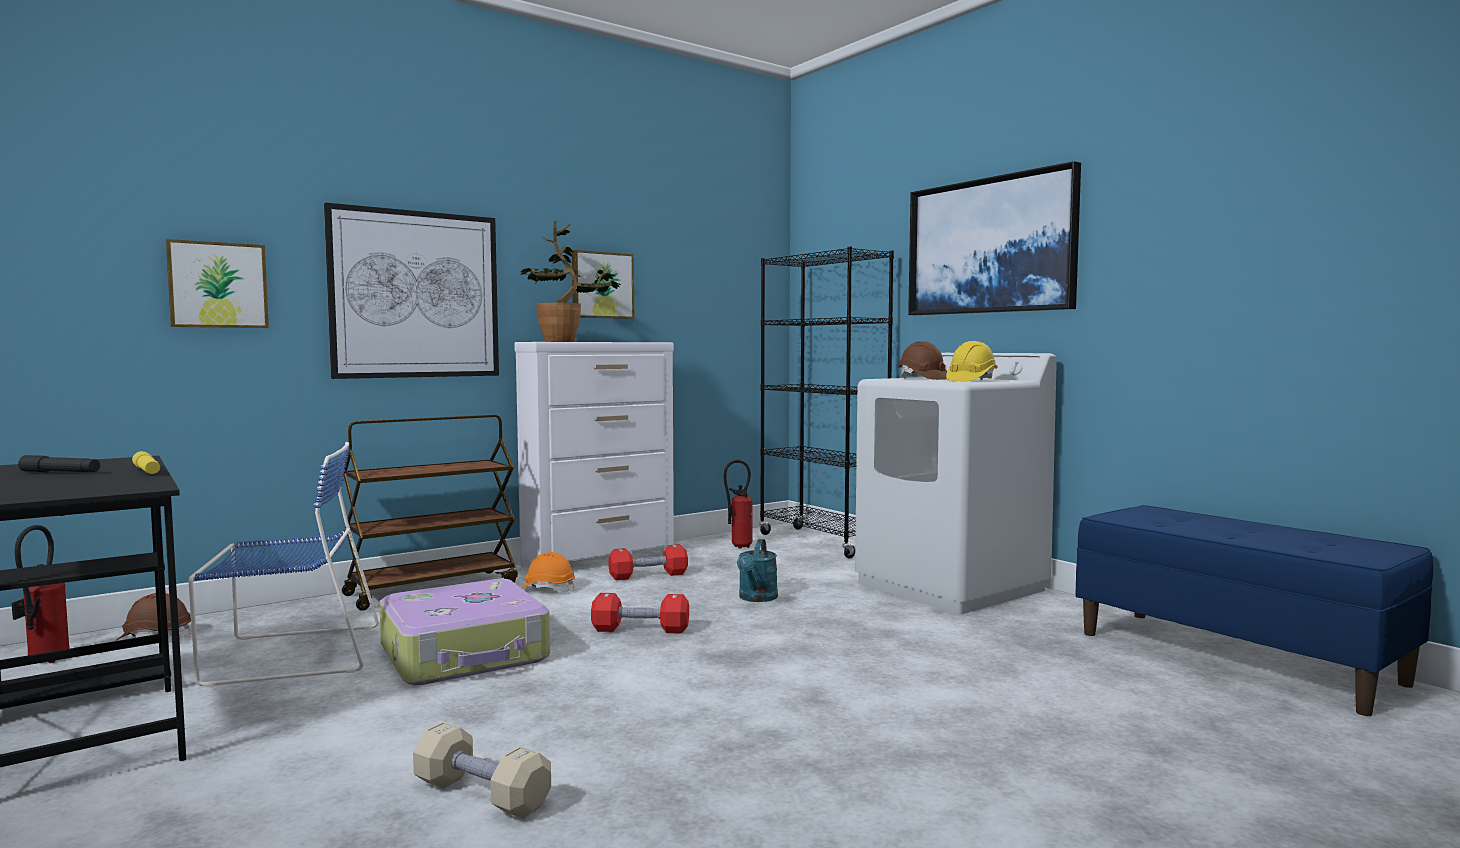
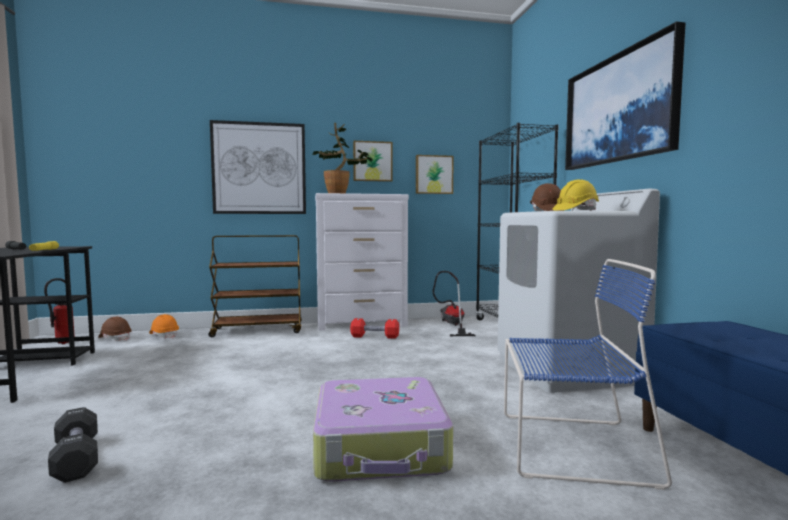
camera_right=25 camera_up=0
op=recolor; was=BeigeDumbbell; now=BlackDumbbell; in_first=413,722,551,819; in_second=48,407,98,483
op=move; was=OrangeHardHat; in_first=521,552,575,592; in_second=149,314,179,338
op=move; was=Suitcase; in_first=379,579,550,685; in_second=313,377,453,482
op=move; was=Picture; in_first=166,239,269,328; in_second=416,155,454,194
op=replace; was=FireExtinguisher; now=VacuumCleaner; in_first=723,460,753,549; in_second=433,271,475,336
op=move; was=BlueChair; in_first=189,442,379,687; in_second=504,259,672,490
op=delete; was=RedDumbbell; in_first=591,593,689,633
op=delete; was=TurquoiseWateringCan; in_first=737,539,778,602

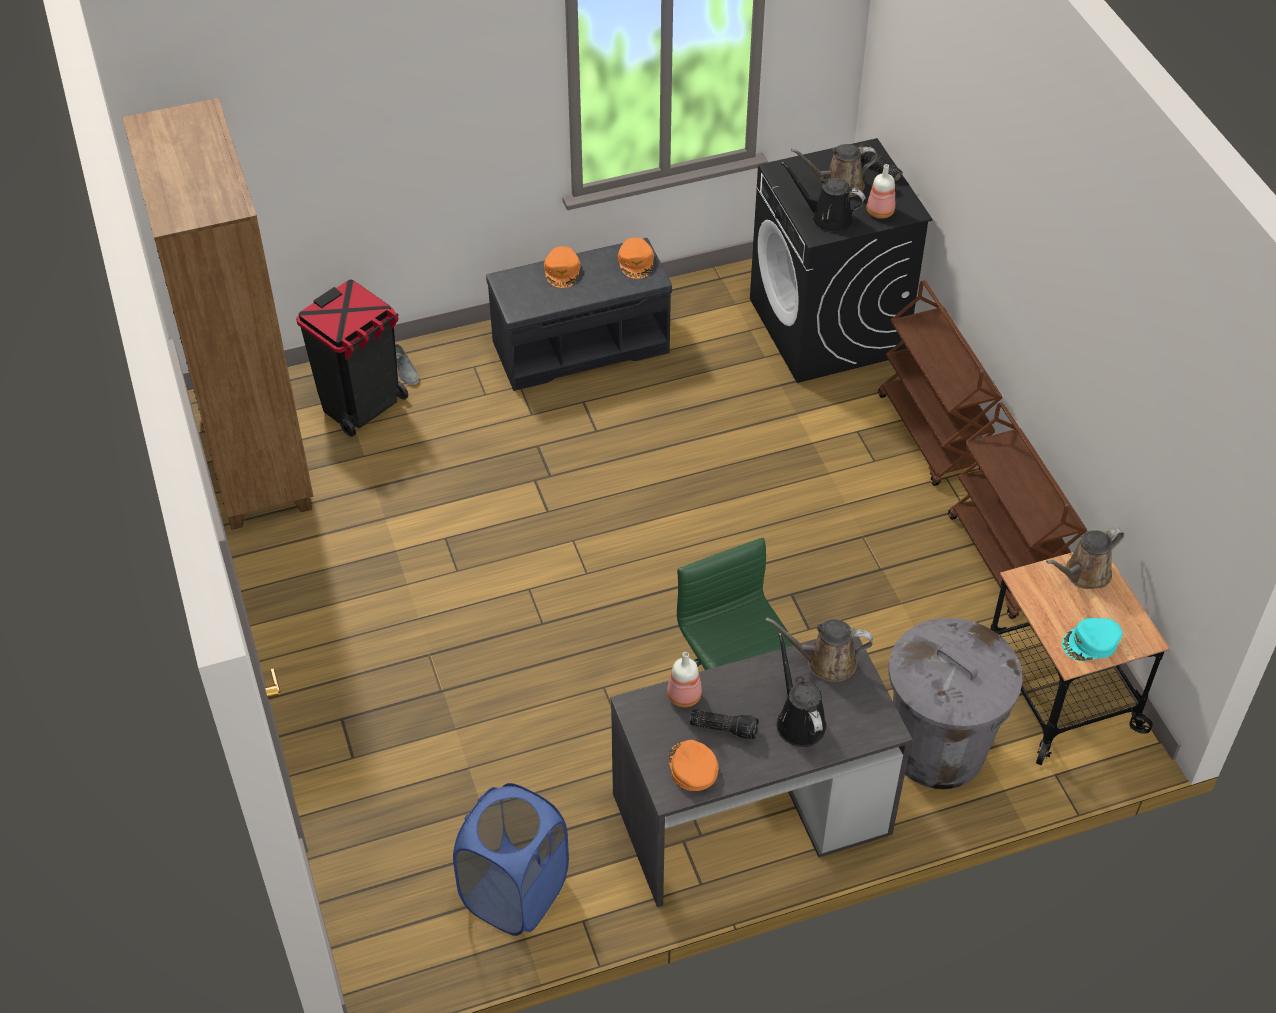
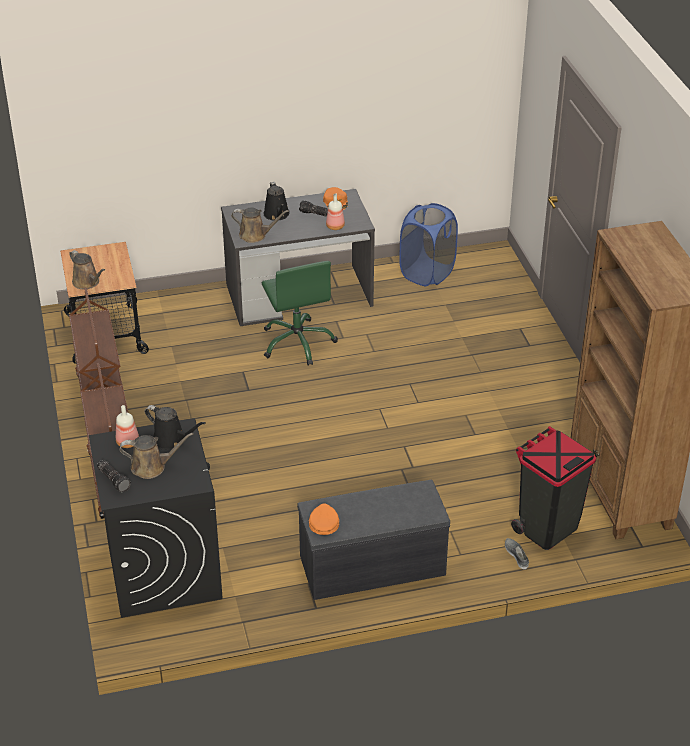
camera_right=-175 camera_up=-10
op=rotate; was=BrownWateringCan; in_first=1046,527,1124,589; in_second=69,250,105,289; clockwise=75
op=delete; was=OrangeCap; in_first=544,246,580,288
op=delete; was=GreyTrashCan; in_first=889,618,1022,789
op=delete; was=TurquoiseCap; in_first=1062,618,1123,661

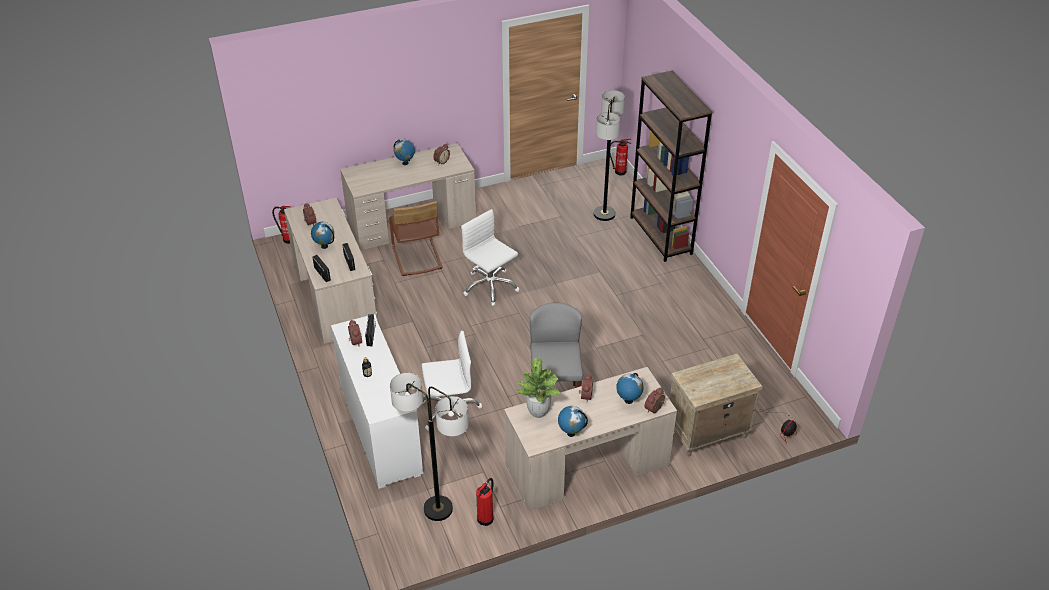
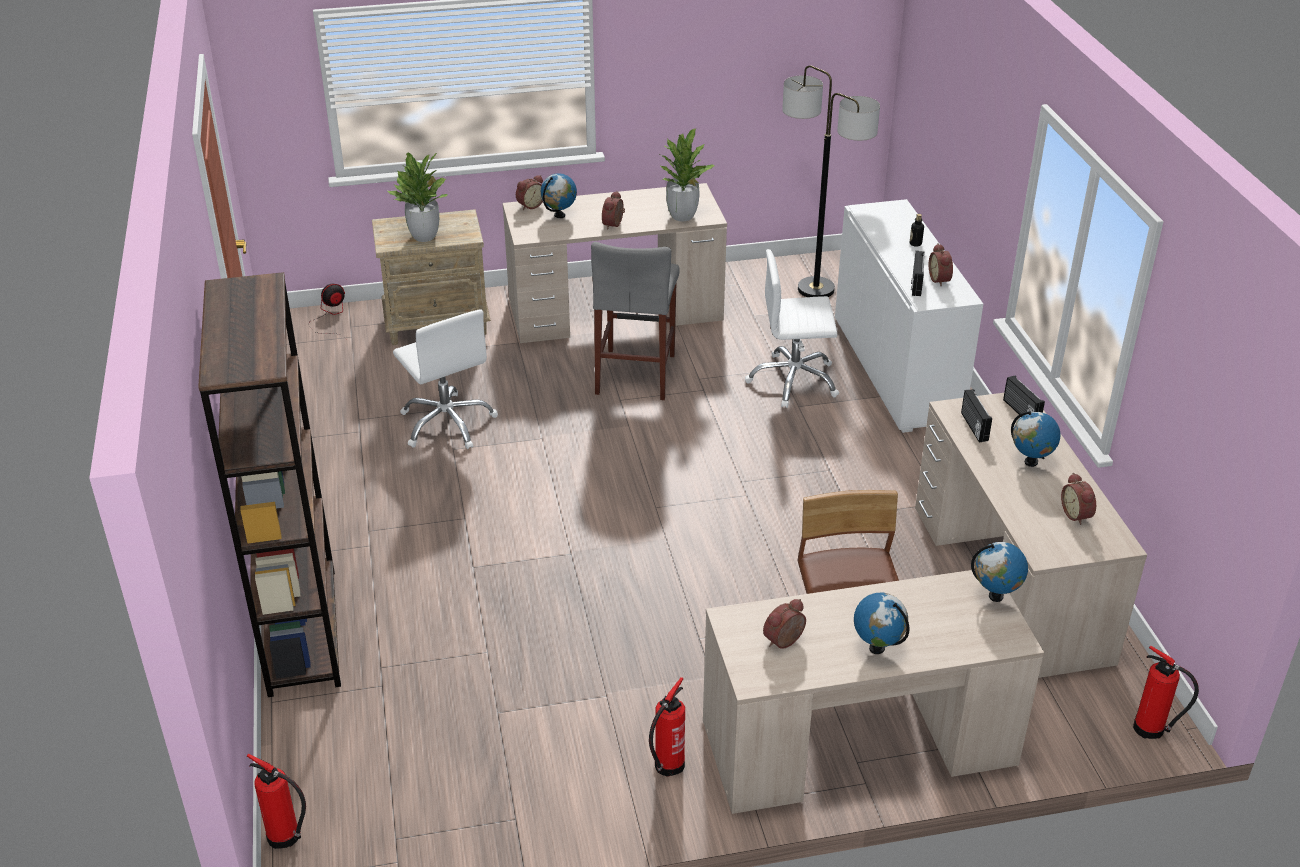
camera_right=-170 camera_up=-5
op=insert; now=PottedPlant; in_second=387,153,448,242
op=move; was=WhiteOfficeChair; in_first=461,209,519,306; in_second=393,309,498,449
op=move; was=FireExtinguisher; in_first=476,478,493,526; in_second=649,677,685,777
op=move; was=Globe; in_first=558,406,588,437; in_second=971,542,1028,602
op=delete; was=FloorLamp; in_first=594,90,625,221

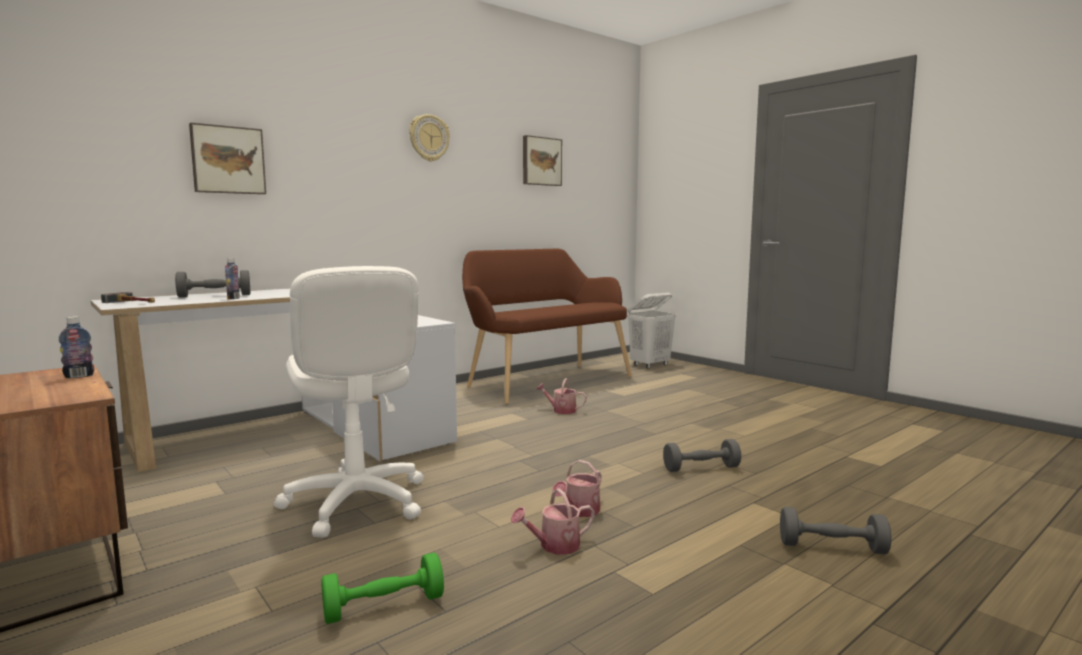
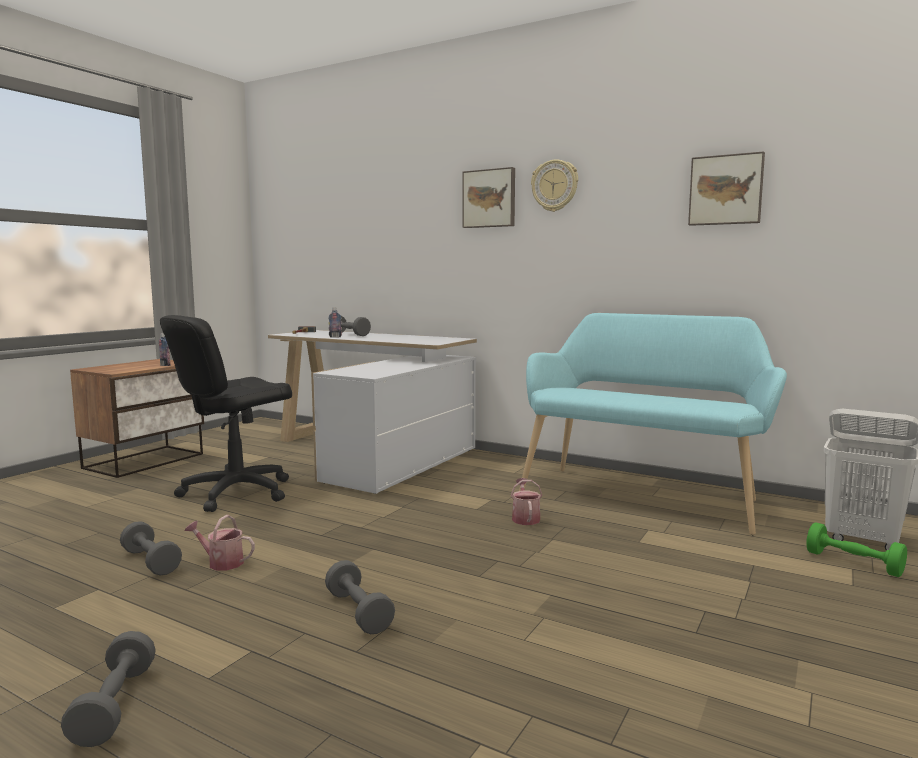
camera_right=70 camera_up=0
op=replace; was=WateringCan; now=GreyDumbbell; in_first=511,488,595,555; in_second=120,521,182,575
op=recolor; was=WhiteOfficeChair; now=BlackOfficeChair; in_first=274,266,424,537; in_second=160,315,292,512
op=move; was=Picture; in_first=189,123,266,194; in_second=463,167,515,228
op=recolor; was=BrownBench; now=TurquoiseBench; in_first=462,249,632,404; in_second=519,313,787,535
op=move; was=GreenDumbbell; in_first=321,552,444,624; in_second=806,522,907,577

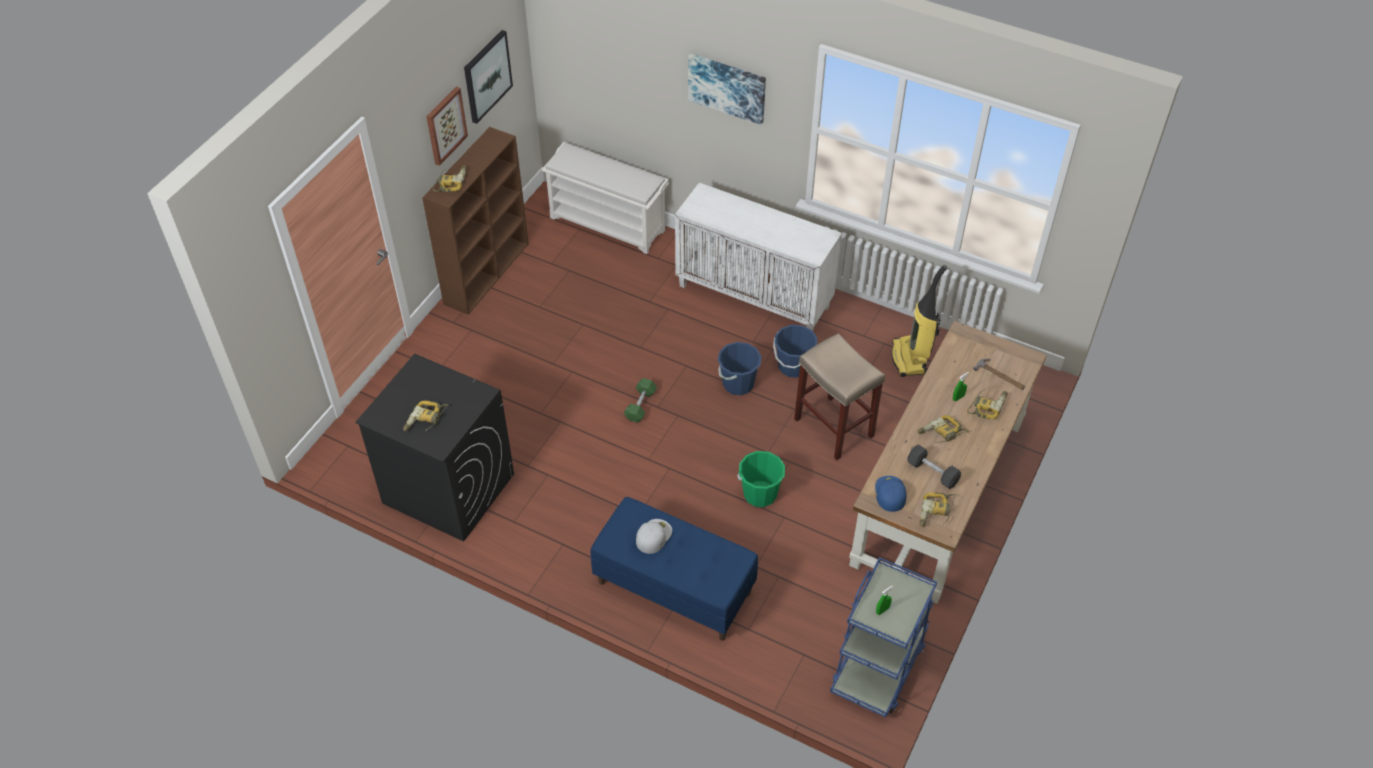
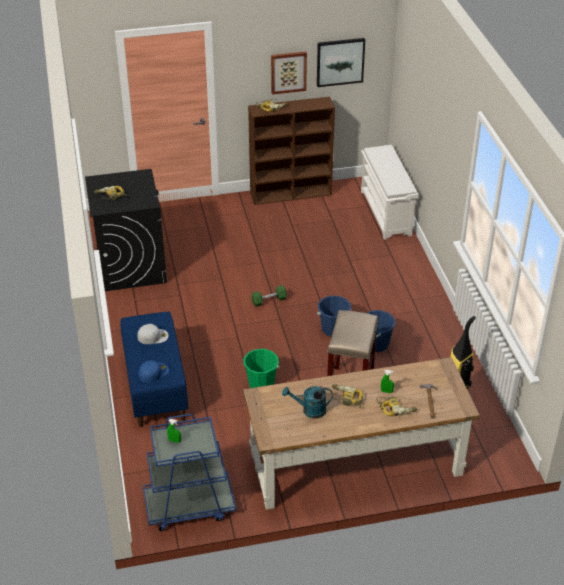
camera_right=50 camera_up=-10
op=move; was=BlueCap; in_first=875,476,907,512; in_second=139,360,169,383
op=replace; was=BlackDumbbell; now=TurquoiseWateringCan; in_first=907,444,961,489; in_second=282,386,333,418
op=delete; was=WhiteCabinet; in_first=675,182,842,331
op=delete; was=Picture; in_first=688,53,766,125
op=delete; was=PowerDrill; in_first=919,492,956,527

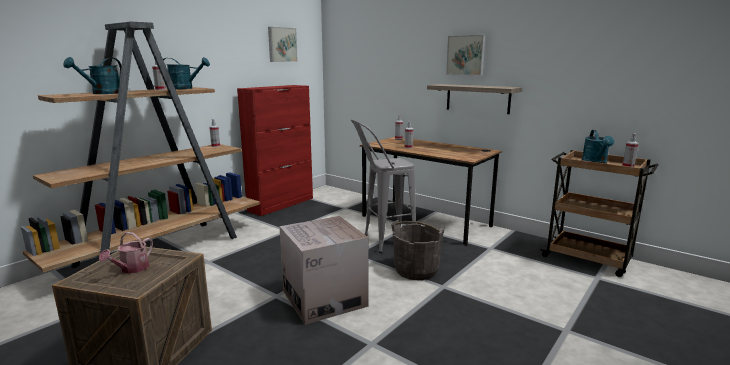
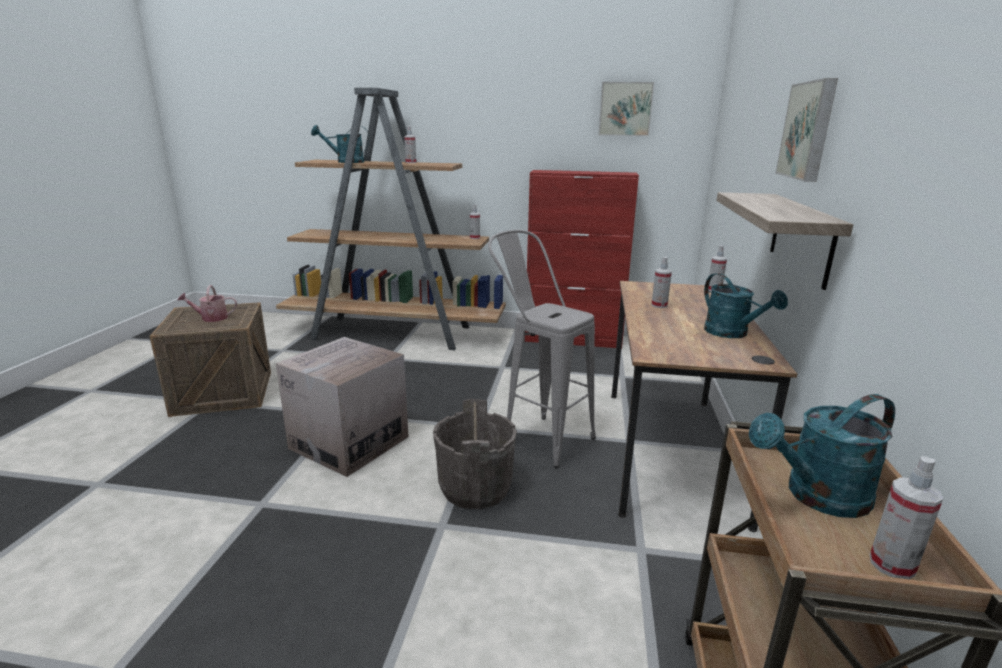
camera_right=60 camera_up=5
op=move; was=TurquoiseWateringCan; in_first=163,57,210,89; in_second=704,273,788,338

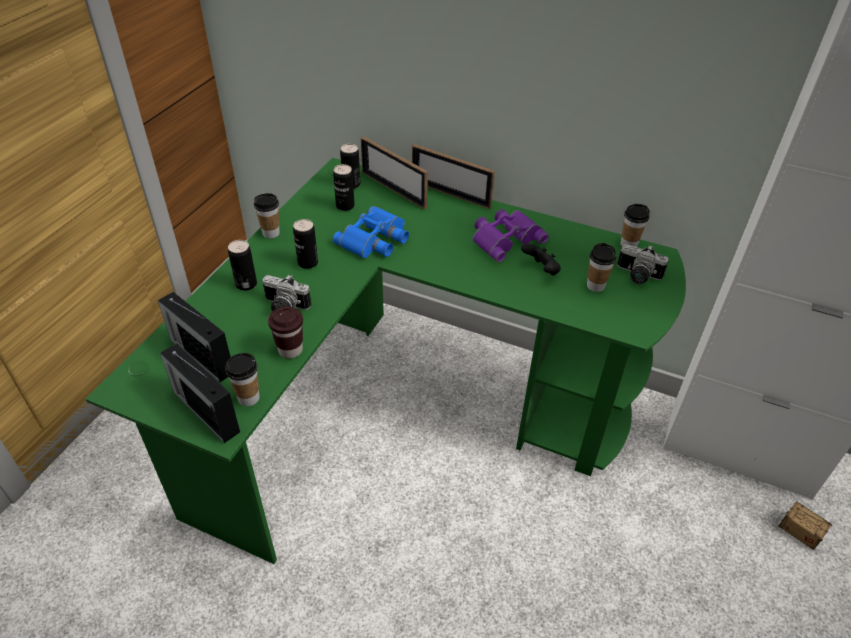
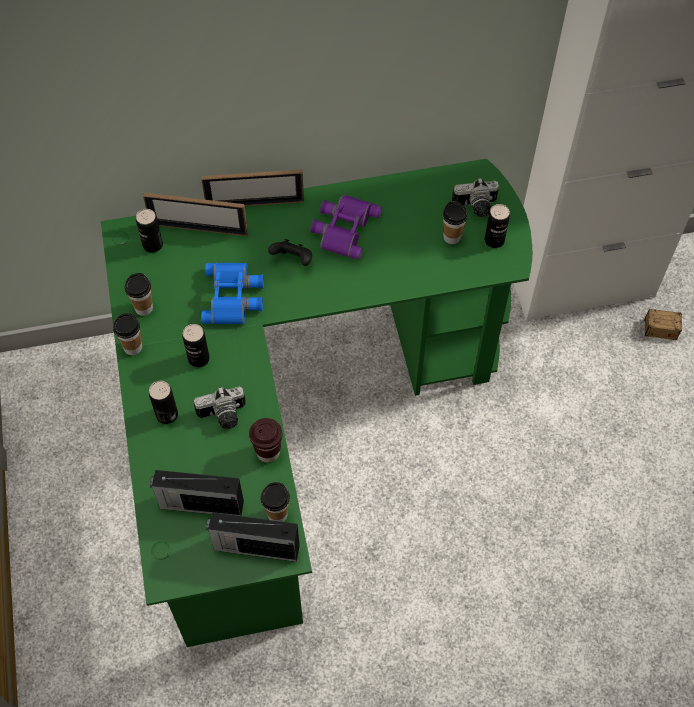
camera_right=-35 camera_up=15
op=move; was=Cup; in_first=621,204,650,247; in_second=125,273,153,316
op=move; was=BlackGameController; in_first=521,243,561,275; in_second=268,239,312,266
op=move; was=Can; in_first=333,164,355,211; in_second=484,204,510,248

